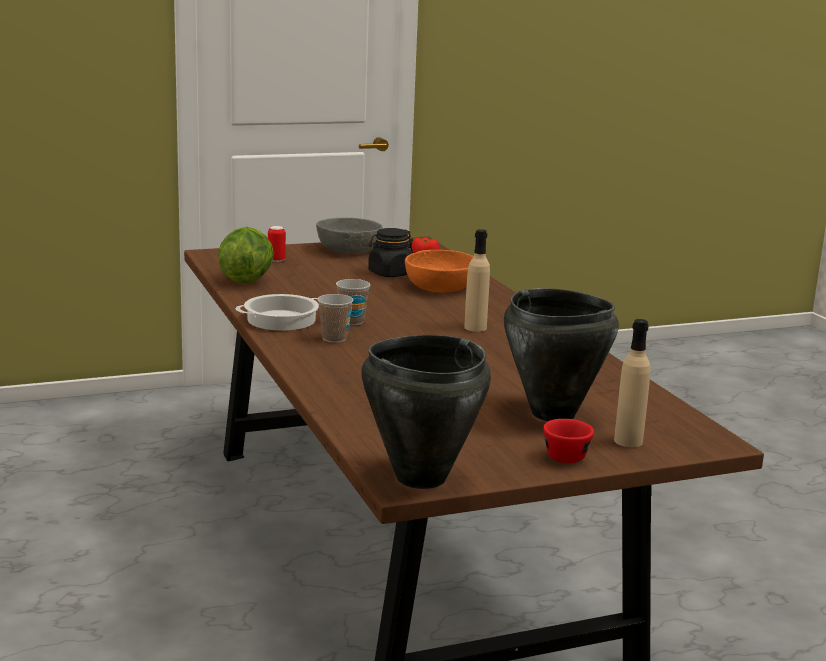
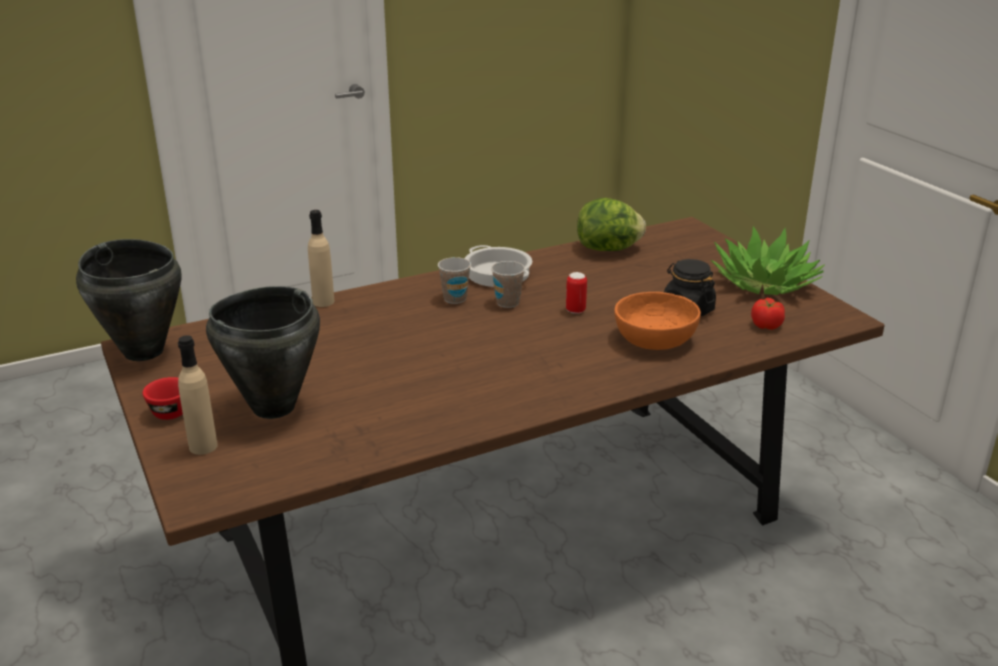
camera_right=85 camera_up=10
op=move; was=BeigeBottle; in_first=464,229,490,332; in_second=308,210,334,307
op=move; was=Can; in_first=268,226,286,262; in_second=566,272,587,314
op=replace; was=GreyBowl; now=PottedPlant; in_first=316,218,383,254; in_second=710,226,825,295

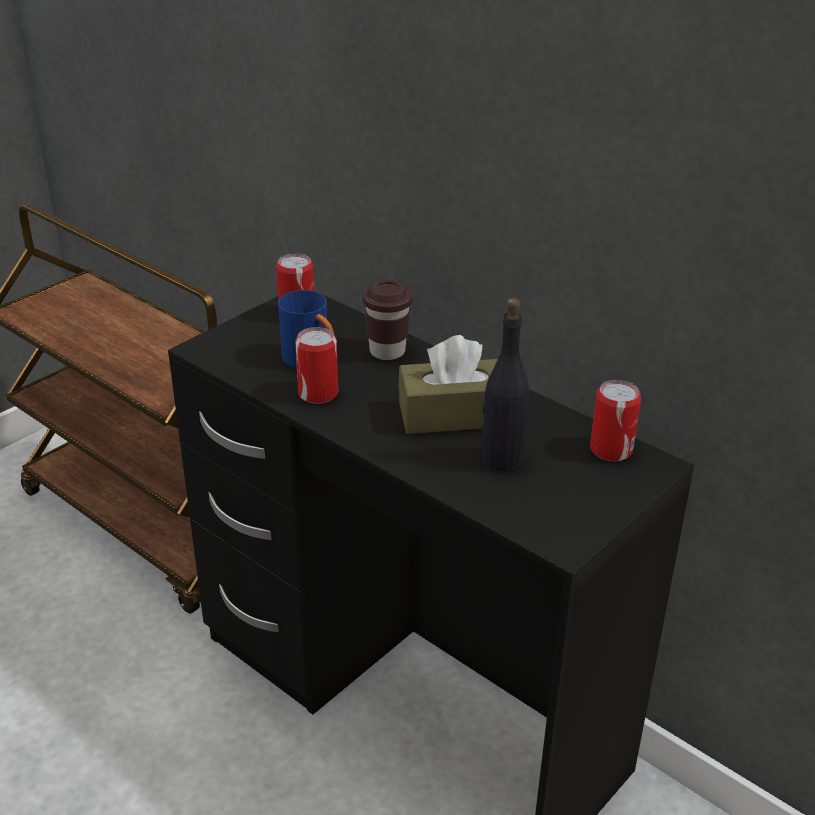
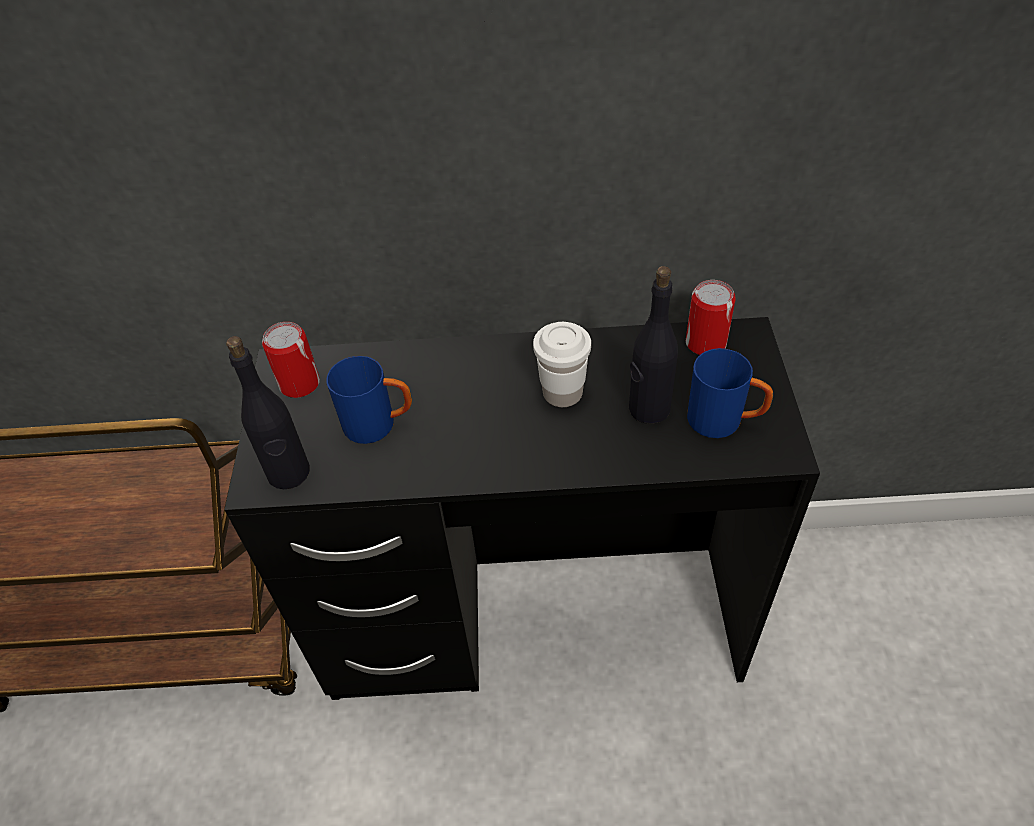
camera_right=-40 camera_up=15
op=insert; now=BlackBottle; in_second=226,336,310,489
op=replace; was=BrownTissueBox; now=WhiteCup; in_first=398,335,498,434; in_second=533,322,591,407
op=insert; now=BlueMug; in_second=687,348,773,438
op=delete; was=Can; in_first=295,327,338,404
op=delete; was=BrownCup; in_first=362,279,413,360

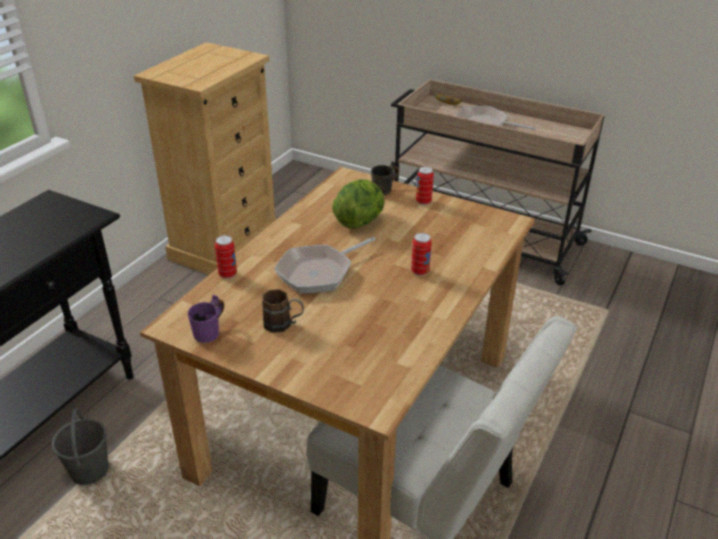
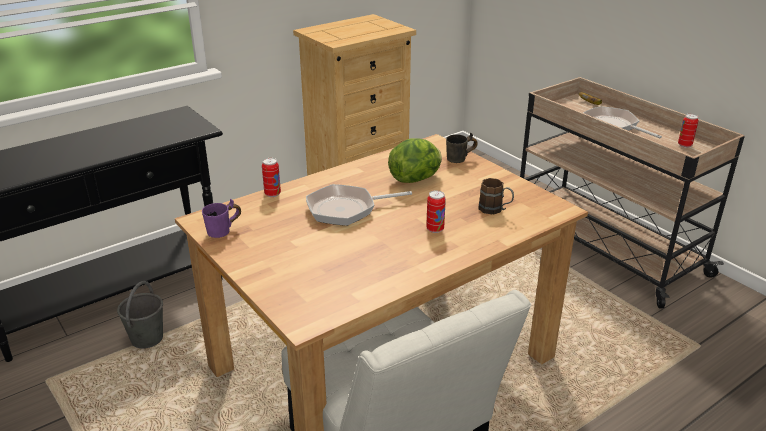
camera_right=25 camera_up=-5
op=move; was=BrownMug; in_first=262,289,304,333; in_second=478,178,514,215
op=move; was=Can; in_first=416,166,434,205; in_second=678,114,698,148

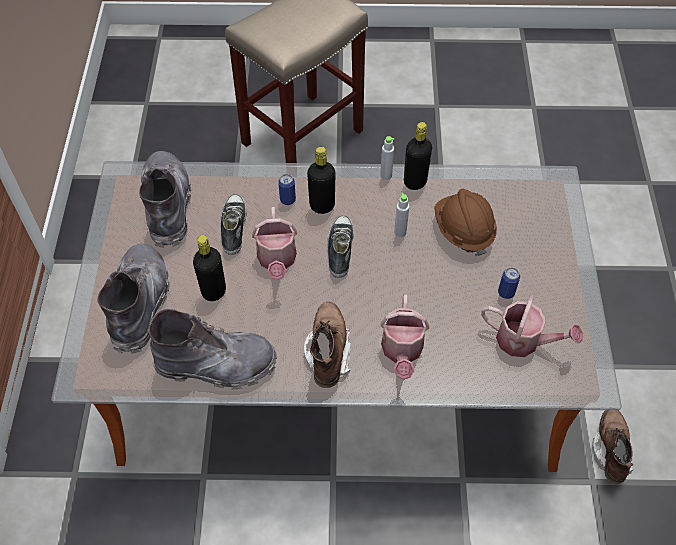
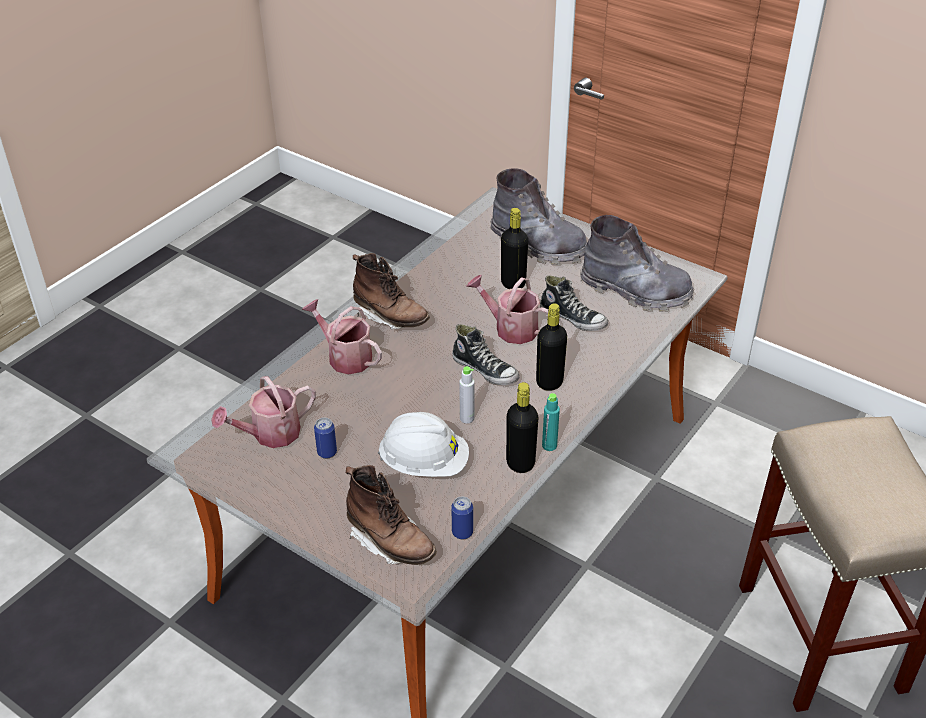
camera_right=125 camera_up=-15
op=move; was=BrownBoot; in_first=592,410,634,484; in_second=346,465,437,565
op=recolor; was=BrownHardHat; now=WhiteHardHat; in_first=434,189,497,256; in_second=378,412,469,477
op=move; was=Can; in_first=278,174,296,205; in_second=451,496,473,539
op=recolor; was=GreyBottle; now=TurquoiseBottle; in_first=380,136,394,180; in_second=542,393,560,451
op=delete; was=GreyBoot; in_first=148,309,277,390

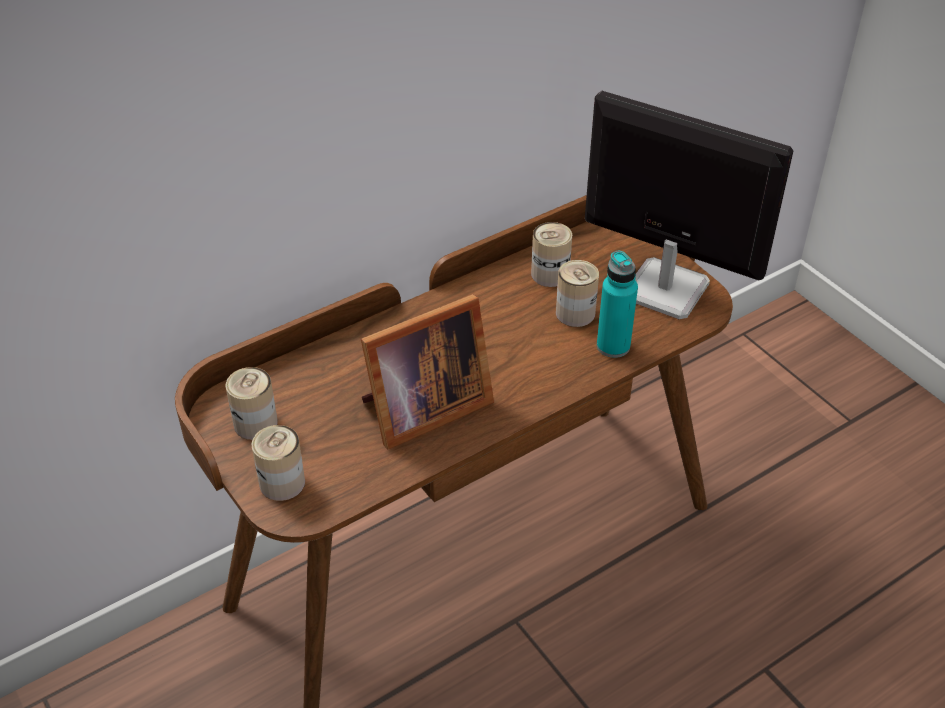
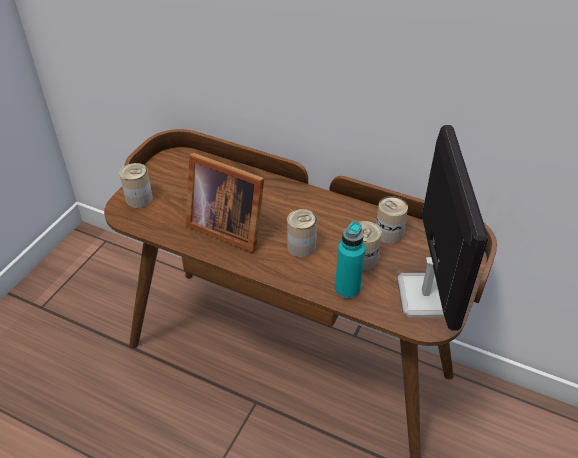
camera_right=60 camera_up=0
op=move; was=Can; in_first=226,367,278,440; in_second=287,209,317,258

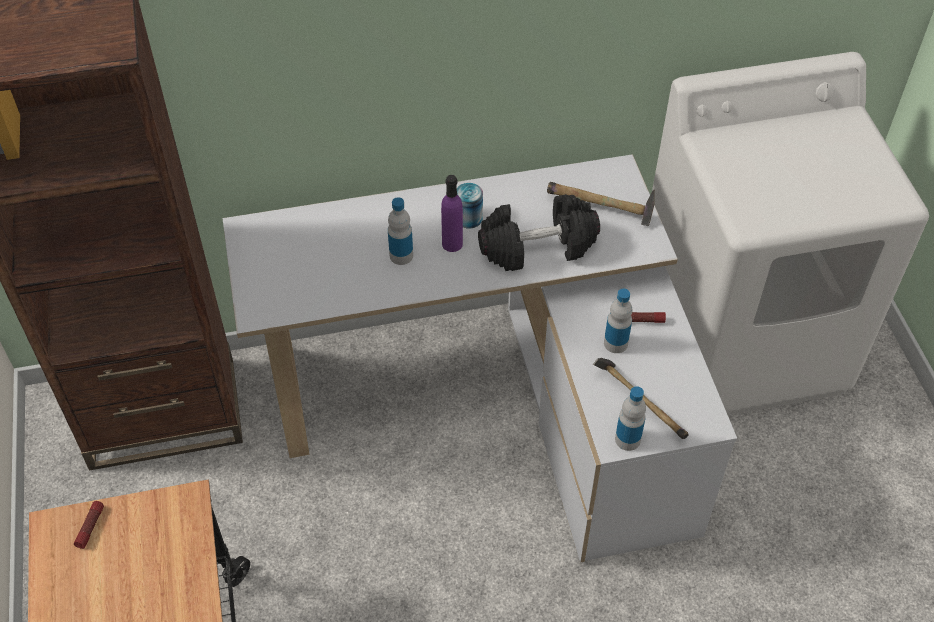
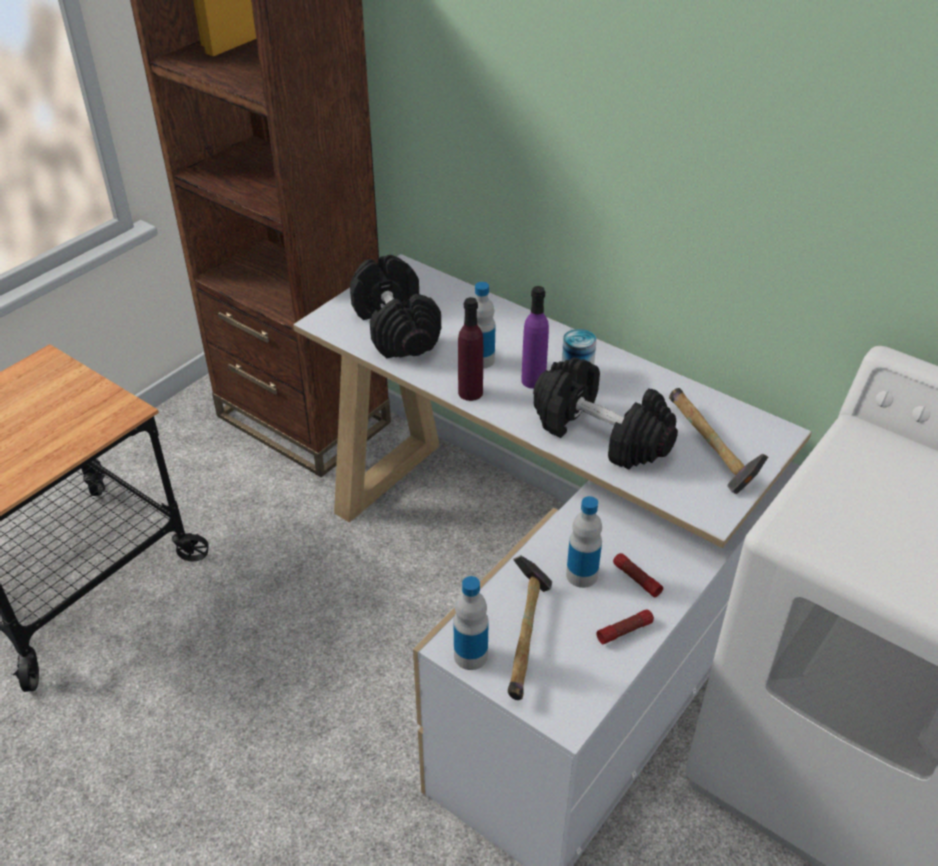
camera_right=50 camera_up=-10
op=insert; now=BlackDumbbell; in_second=350,255,441,358
op=insert; now=PurpleBottle; in_second=458,297,483,401
op=move; was=Flashlight; in_first=74,501,104,549; in_second=596,609,654,644

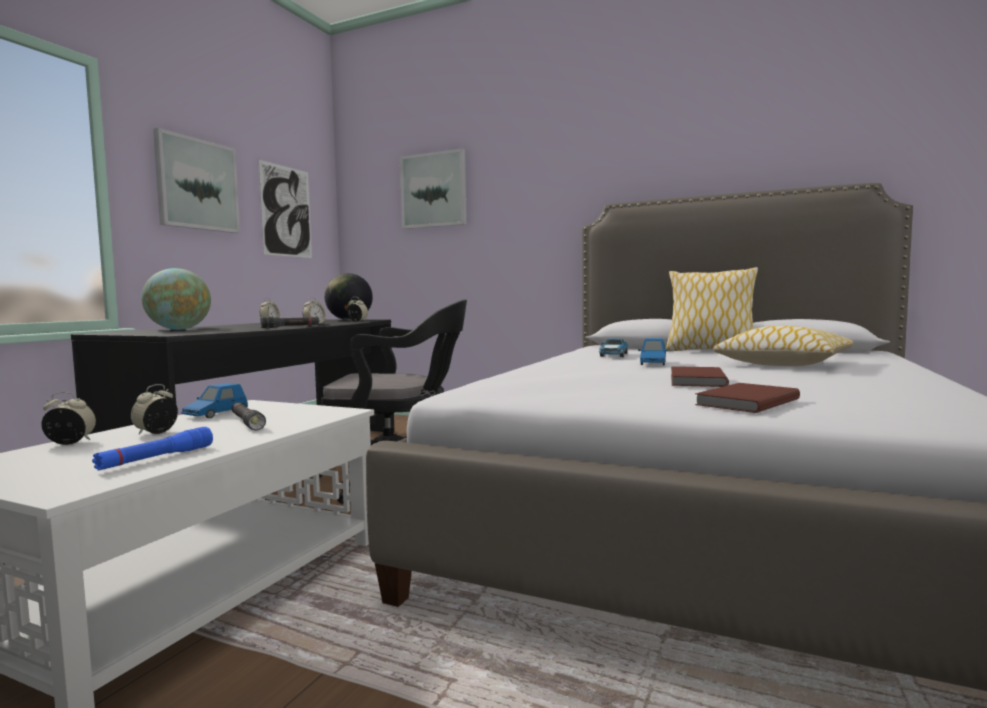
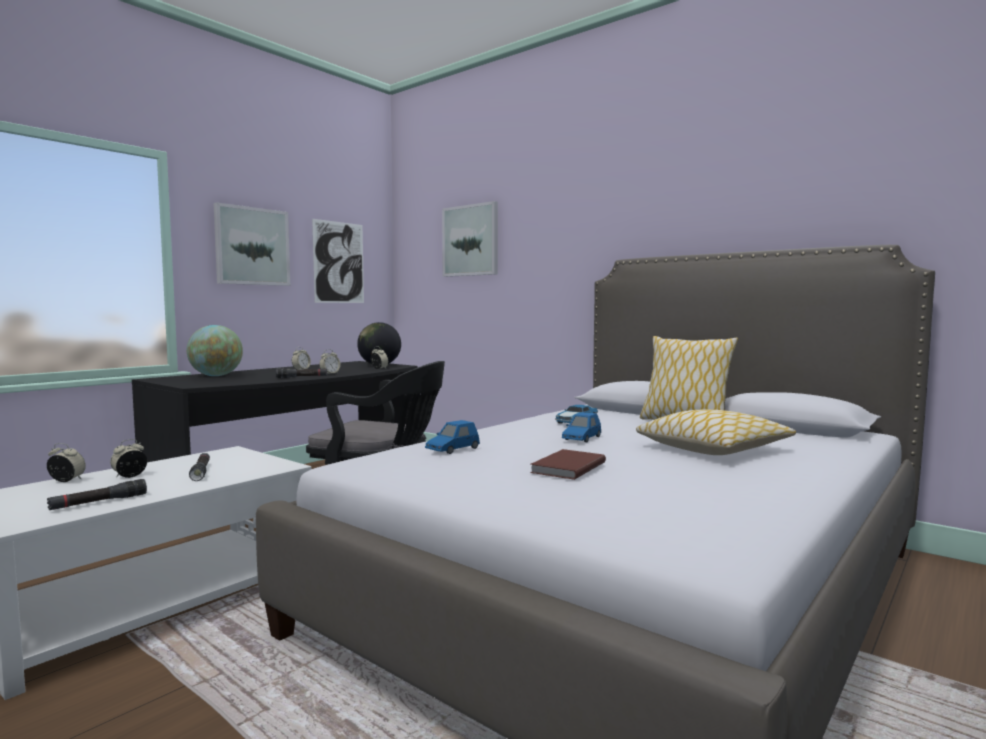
camera_right=15 camera_up=0
op=recolor; was=BlueFlashlight; now=BlackFlashlight; in_first=92,427,213,470; in_second=47,479,147,510
op=move; was=BlueToyCar; in_first=181,383,248,418; in_second=425,420,480,454
op=delete; was=BrownBook; in_first=695,383,800,413

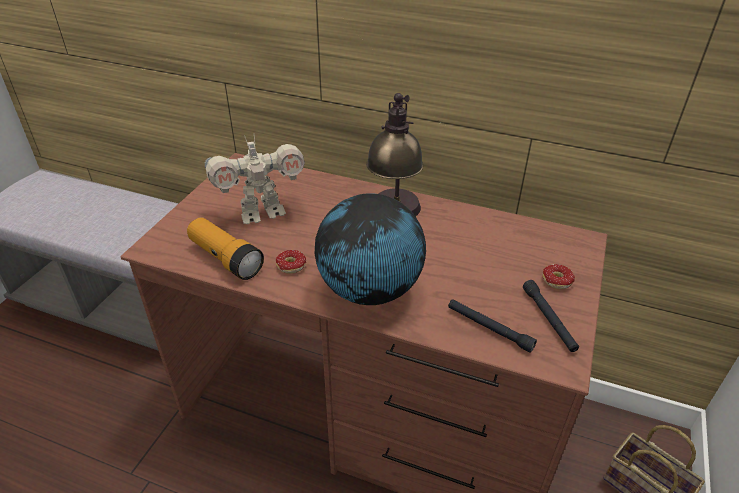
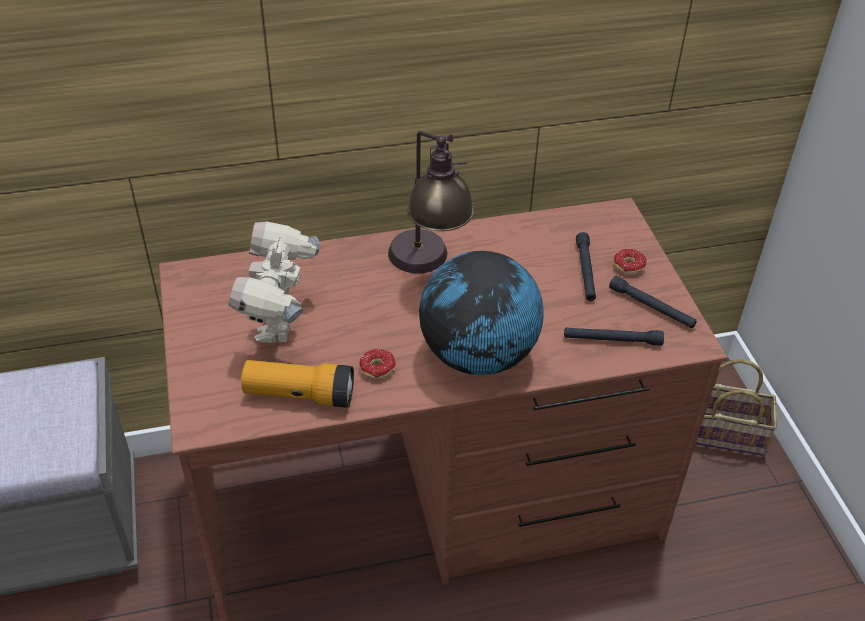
camera_right=-35 camera_up=5
op=rotate; was=ToyRobot; in_first=205,135,305,224; in_second=229,222,320,343; clockwise=150
op=insert; now=BlackFlashlight; in_second=576,232,596,301

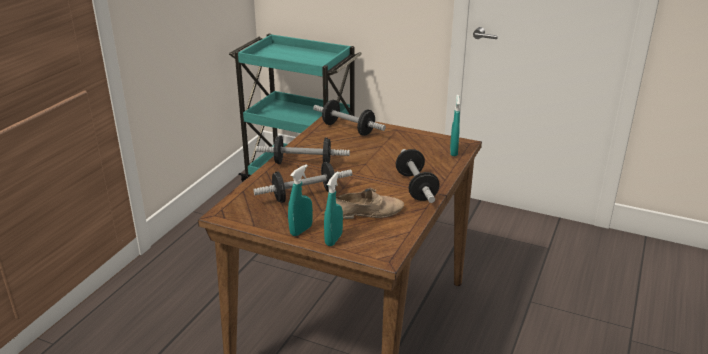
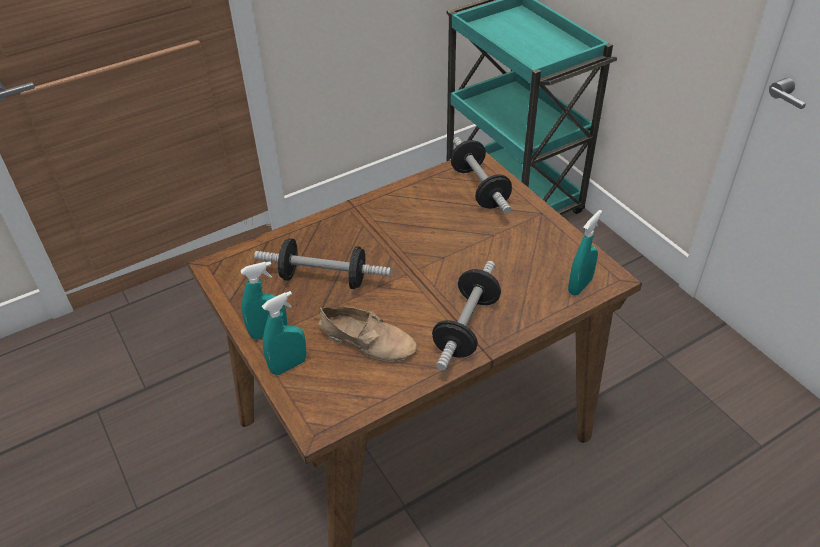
camera_right=35 camera_up=15
op=delete; was=Dumbbell; in_first=256,136,350,164

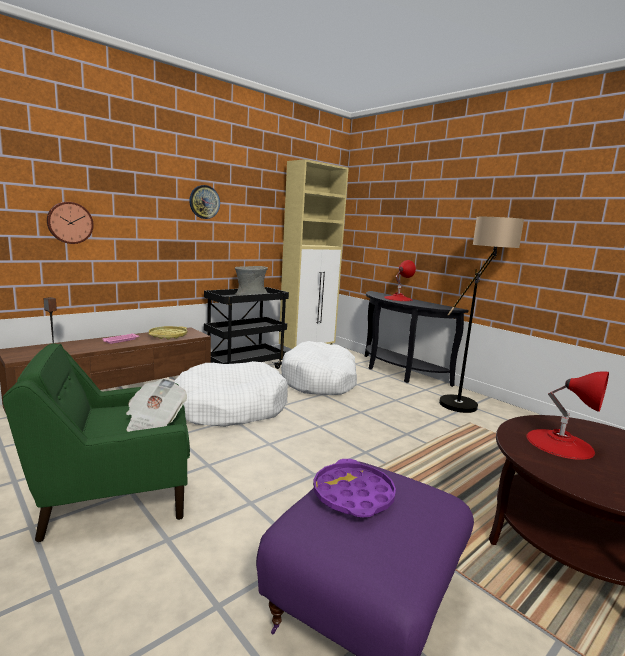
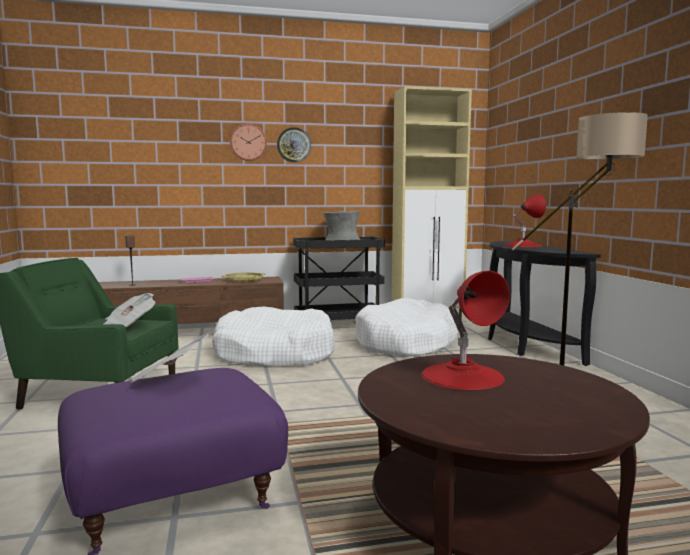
camera_right=30 camera_up=-5
op=replace; was=PurpleTray; now=Newspaper; in_first=313,459,396,517; in_second=130,333,209,383
op=move; was=WallClock; in_first=47,202,93,244; in_second=230,123,267,161

